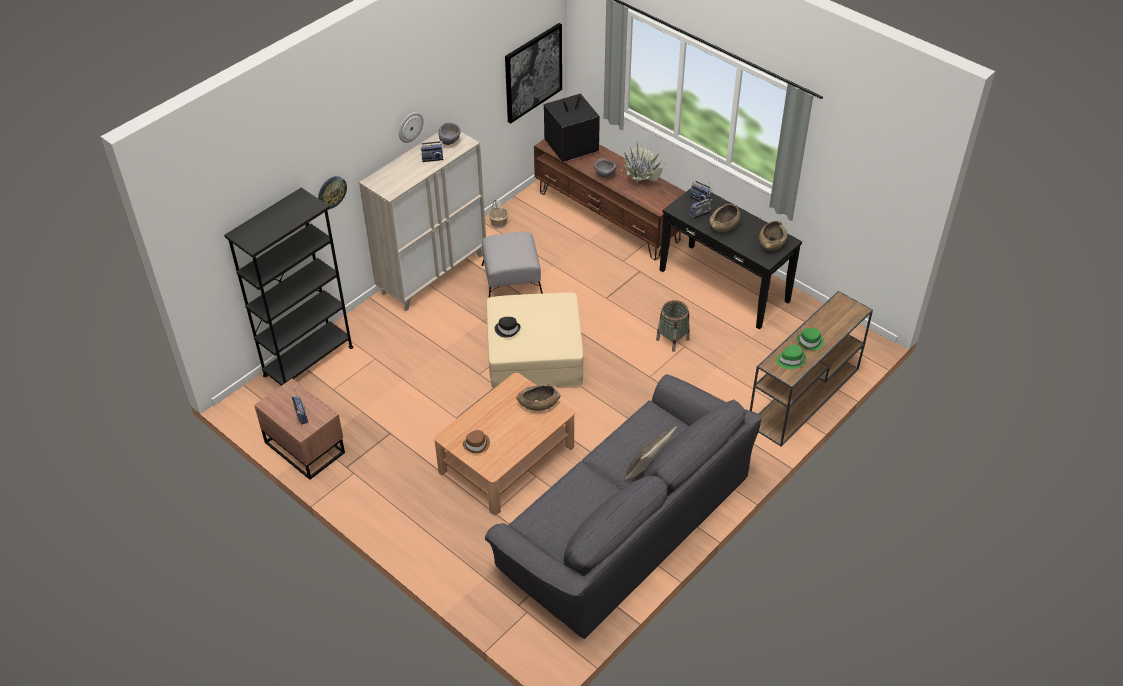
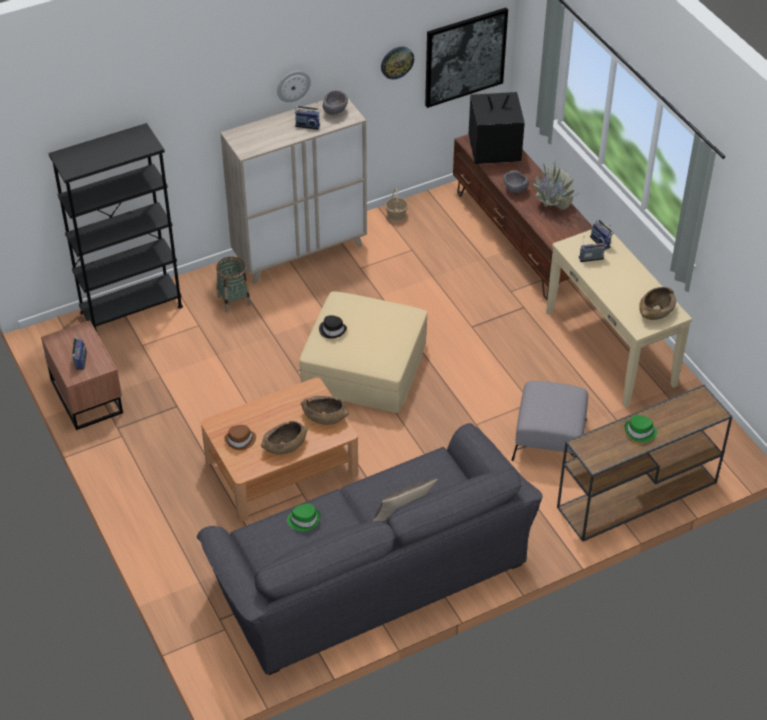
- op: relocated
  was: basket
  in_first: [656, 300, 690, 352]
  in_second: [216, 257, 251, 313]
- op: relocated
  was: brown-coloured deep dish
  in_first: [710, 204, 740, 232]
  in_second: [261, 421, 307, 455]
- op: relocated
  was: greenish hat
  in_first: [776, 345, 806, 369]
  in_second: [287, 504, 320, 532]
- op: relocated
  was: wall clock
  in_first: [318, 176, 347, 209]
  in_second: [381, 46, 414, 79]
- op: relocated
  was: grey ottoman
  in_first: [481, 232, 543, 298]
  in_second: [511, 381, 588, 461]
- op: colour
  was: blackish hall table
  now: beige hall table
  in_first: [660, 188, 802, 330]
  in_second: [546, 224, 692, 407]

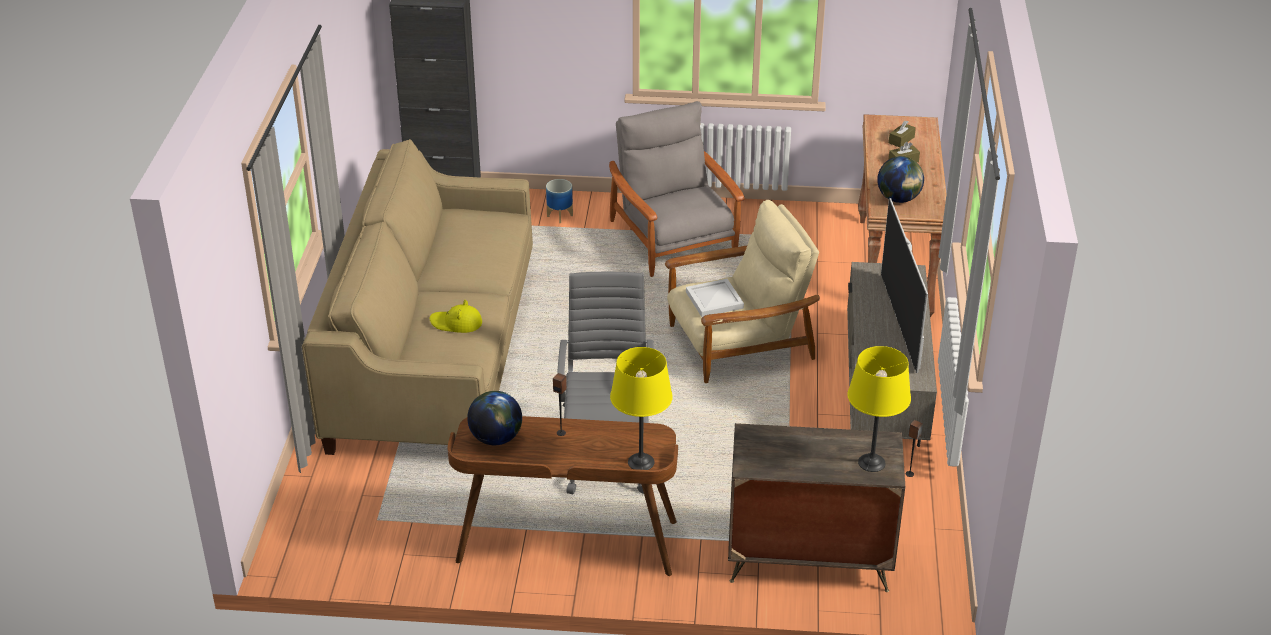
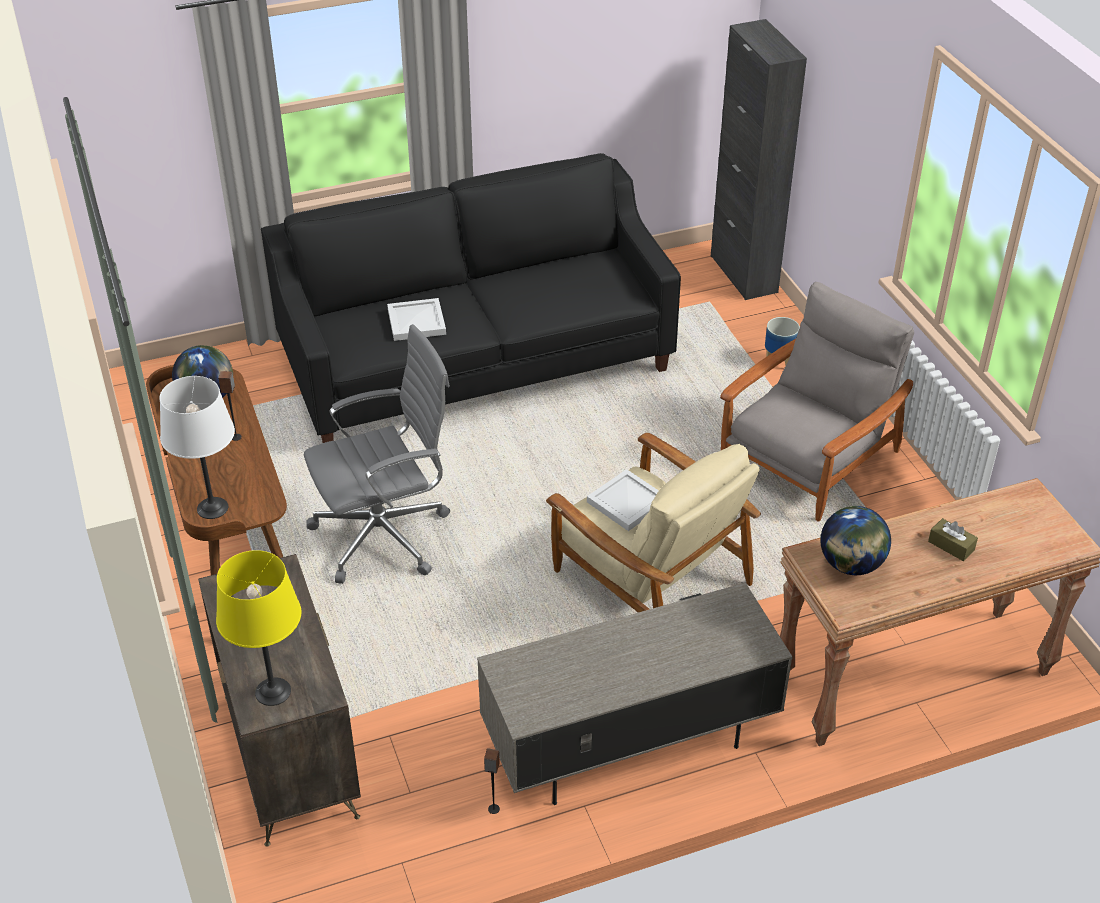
- op: colour
  was: yellow-coloured table lamp
  now: white table lamp
  in_first: [610, 347, 673, 470]
  in_second: [160, 376, 235, 519]
- op: colour
  was: beige settee
  now: blackish settee
  in_first: [302, 139, 533, 455]
  in_second: [261, 153, 681, 443]
- op: exchanged
  was: yellow-coloured hat
  now: white serving tray
  in_first: [430, 300, 482, 333]
  in_second: [387, 298, 446, 341]
- op: missing
  was: TV set
  in_first: [881, 198, 928, 373]
- op: missing
  was: brown-coloured tissue holder
  in_first: [889, 120, 916, 148]

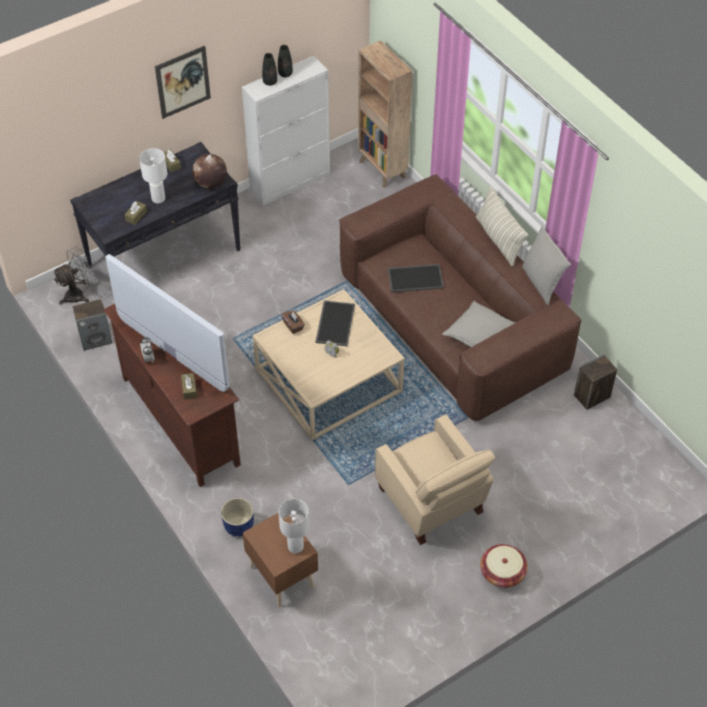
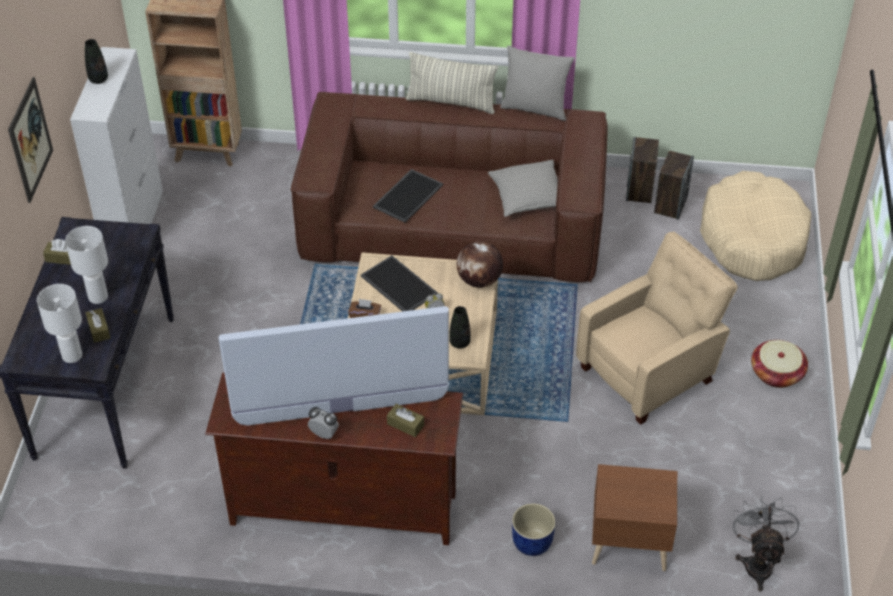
- op: relocated
  was: white table lamp
  in_first: [279, 499, 309, 553]
  in_second: [37, 284, 82, 363]
- op: relocated
  was: blackish flower vase
  in_first: [262, 53, 277, 86]
  in_second: [449, 306, 471, 349]
- op: relocated
  was: desk globe
  in_first: [192, 154, 227, 189]
  in_second: [457, 241, 503, 288]
- op: spun
  was: beige easy chair
  in_first: [375, 414, 496, 545]
  in_second: [576, 232, 738, 425]
  clockwise: -45
- op: relocated
  was: audio speaker
  in_first: [73, 299, 112, 351]
  in_second: [654, 151, 694, 220]
- op: appeared
  now: beige pet bed
  in_second: [700, 171, 811, 281]
- op: relocated
  was: grey fan
  in_first: [53, 247, 96, 305]
  in_second: [733, 496, 799, 592]

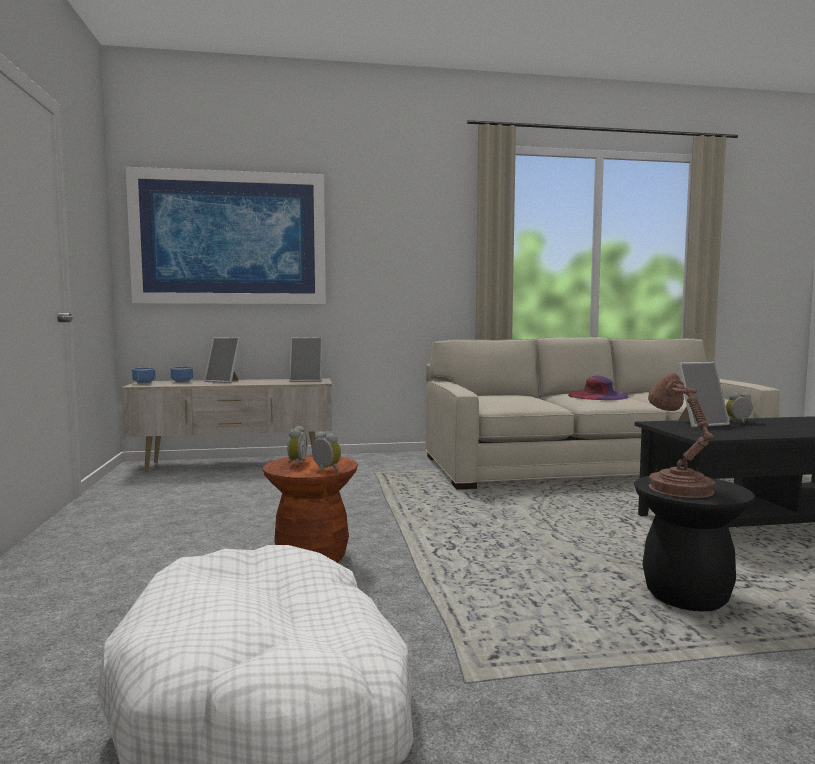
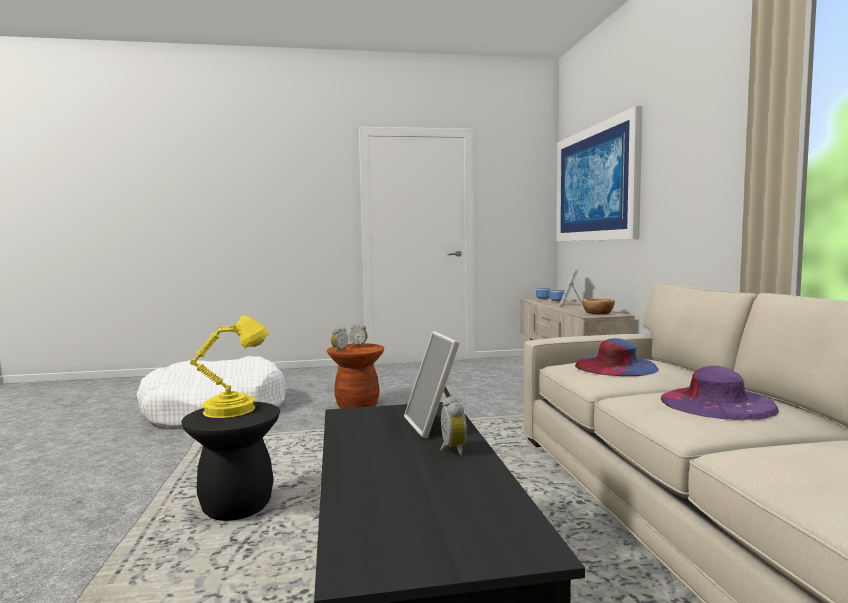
- op: colour
  was: brown-coloured table lamp
  now: yellow-coloured table lamp
  in_first: [648, 373, 715, 498]
  in_second: [190, 316, 269, 418]
- op: appeared
  now: bluish hat
  in_second: [575, 338, 659, 376]
- op: exchanged
  was: picture frame
  now: deep dish
  in_first: [289, 337, 322, 382]
  in_second: [582, 298, 615, 314]

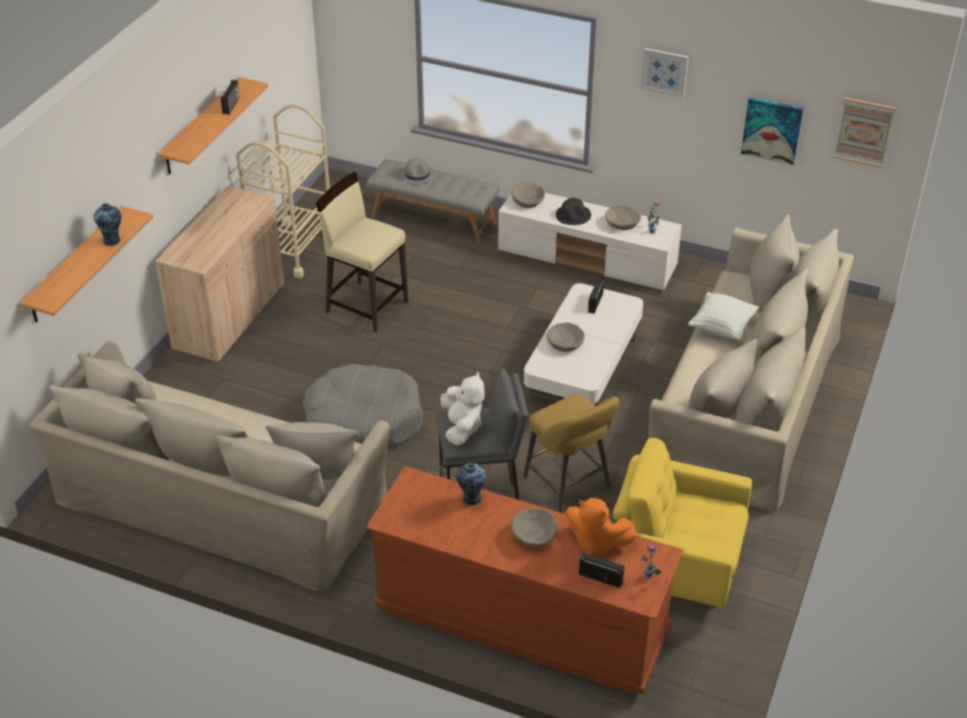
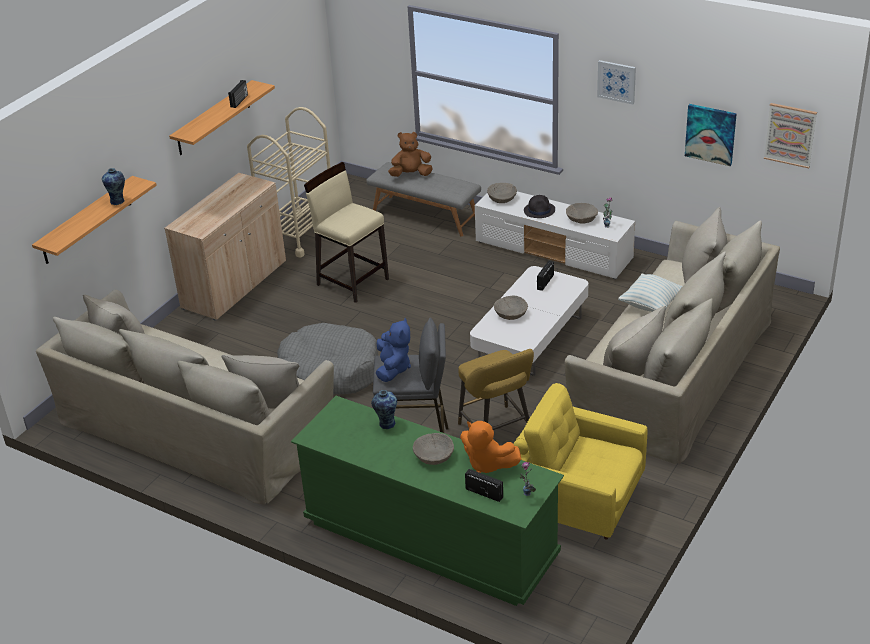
- op: colour
  was: brown-coloured chest of drawers
  now: greenish chest of drawers
  in_first: [366, 466, 684, 694]
  in_second: [291, 396, 564, 606]
- op: colour
  was: white plush toy
  now: bluish plush toy
  in_first: [440, 371, 484, 446]
  in_second: [376, 318, 411, 382]
- op: exchanged
  was: grey hat
  now: brown-coloured plush toy
  in_first: [400, 158, 435, 184]
  in_second: [388, 132, 433, 177]

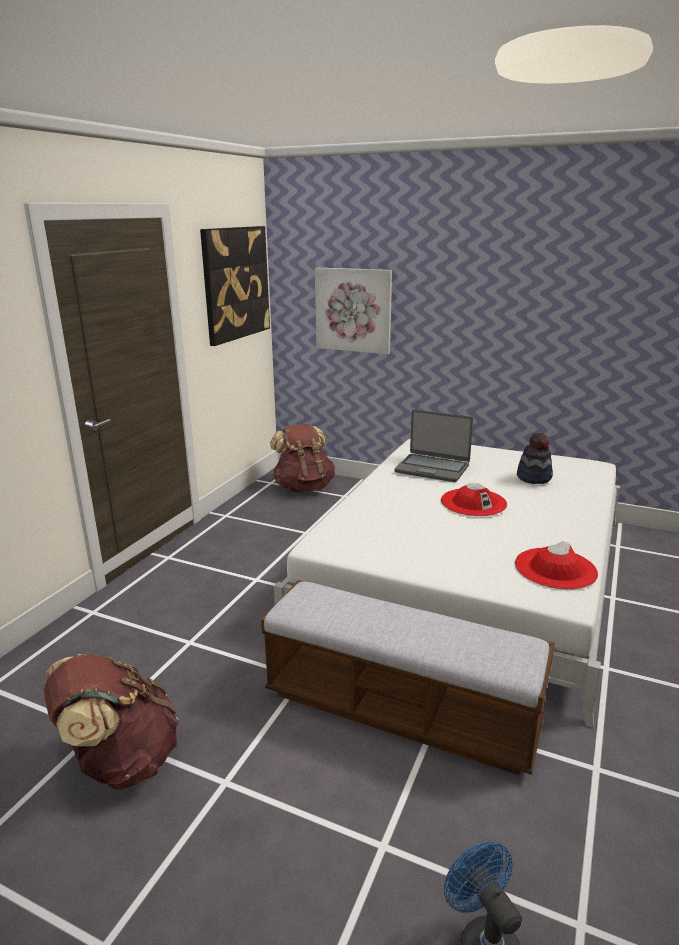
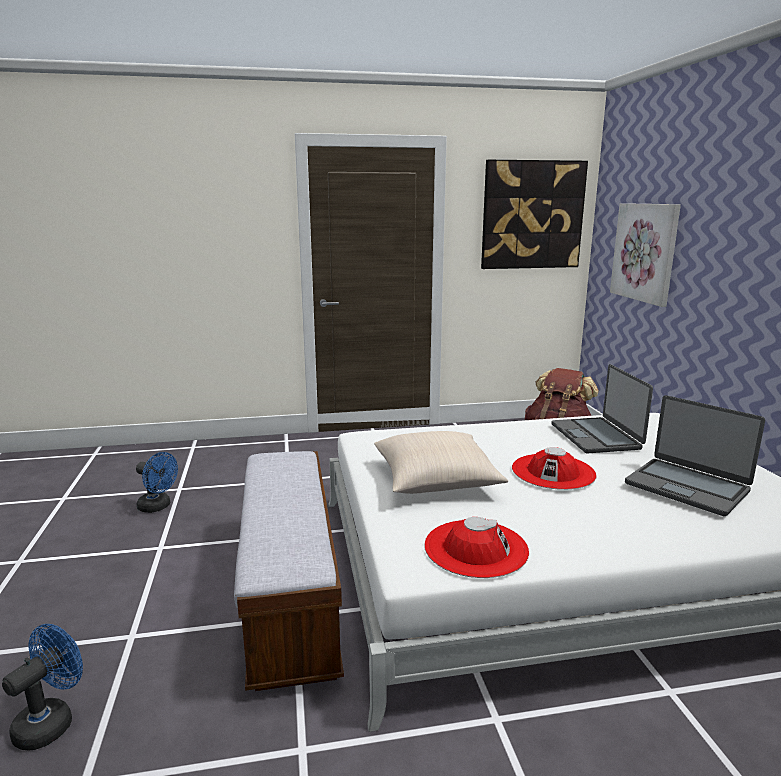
- op: exchanged
  was: brown-coloured rucksack
  now: bluish fan
  in_first: [44, 654, 179, 790]
  in_second: [136, 452, 178, 513]
- op: appeared
  now: beige pillow
  in_second: [374, 431, 508, 494]
- op: exchanged
  was: hat
  now: portable computer
  in_first: [517, 432, 553, 484]
  in_second: [625, 395, 765, 516]

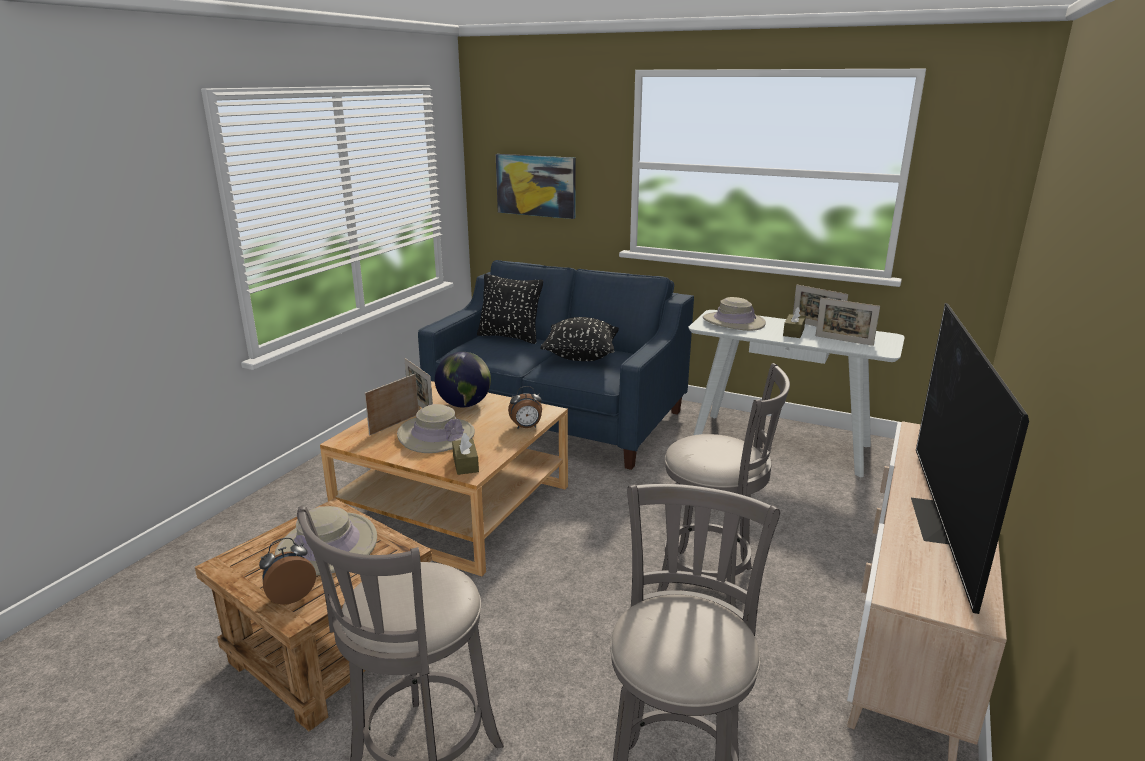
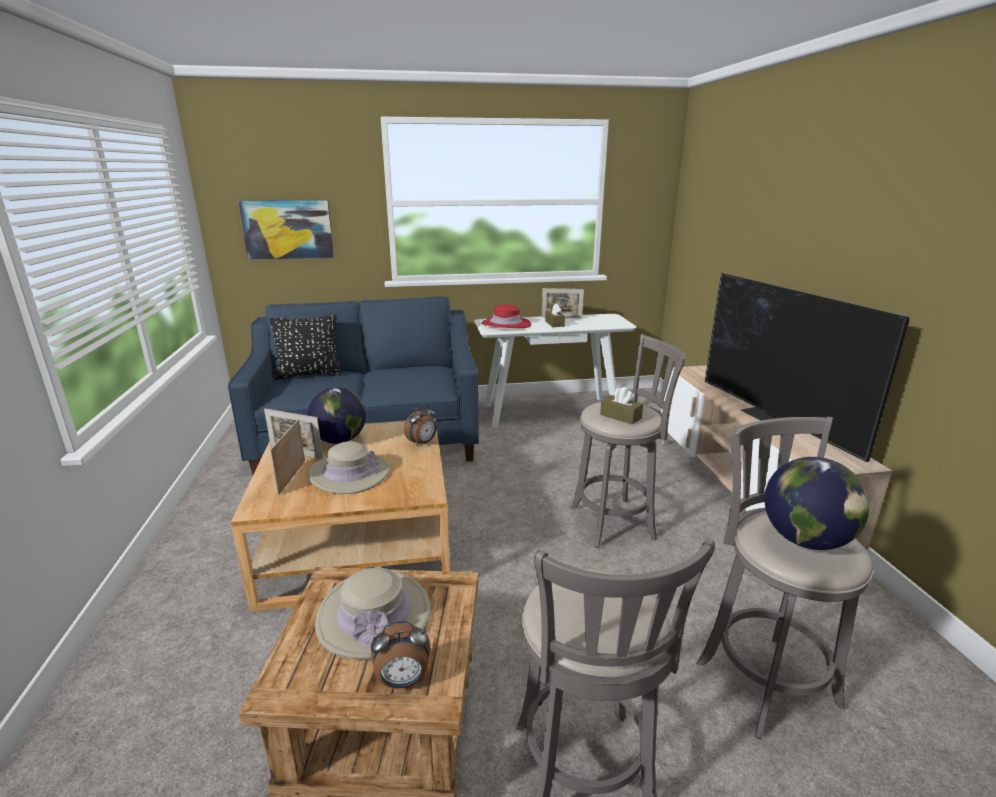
- op: spun
  was: alarm clock
  in_first: [259, 537, 316, 605]
  in_second: [371, 621, 431, 689]
  clockwise: -120
- op: colour
  was: beige hat
  now: red hat
  in_first: [703, 297, 766, 331]
  in_second: [481, 304, 531, 328]
- op: relocated
  was: brown-coloured tissue holder
  in_first: [452, 433, 479, 475]
  in_second: [600, 387, 643, 424]
- op: appeared
  now: desk globe
  in_second: [764, 457, 870, 550]
- op: missing
  was: blackish pillow
  in_first: [540, 317, 619, 361]
- op: missing
  was: picture frame
  in_first: [815, 298, 880, 346]

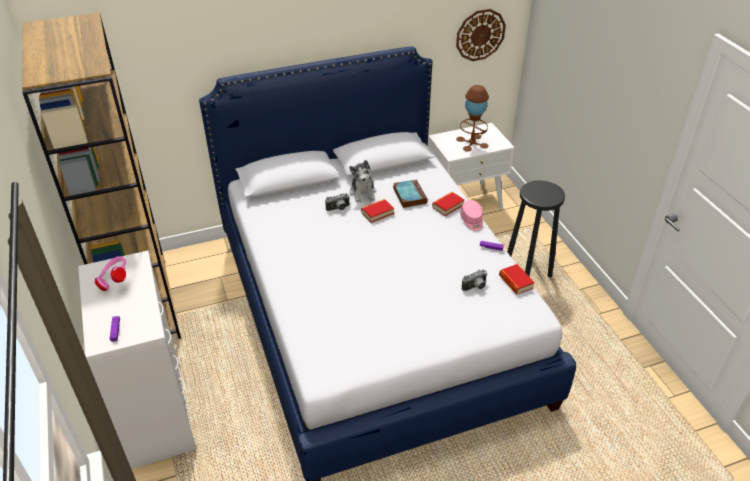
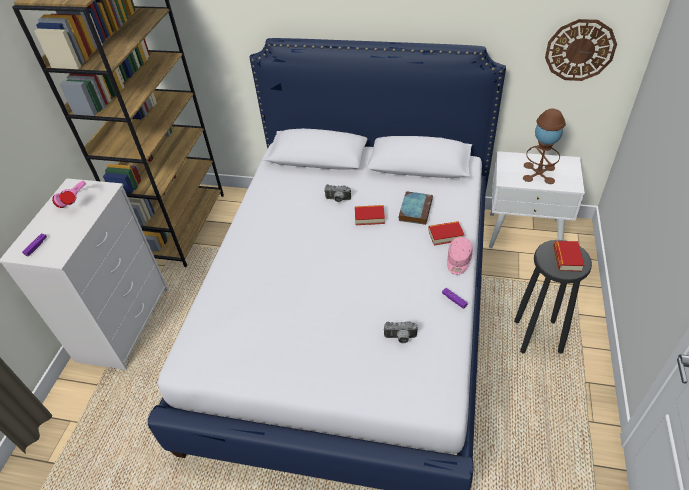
- op: relocated
  was: book
  in_first: [499, 264, 535, 294]
  in_second: [553, 241, 584, 271]
- op: missing
  was: plush toy
  in_first: [349, 160, 376, 203]

